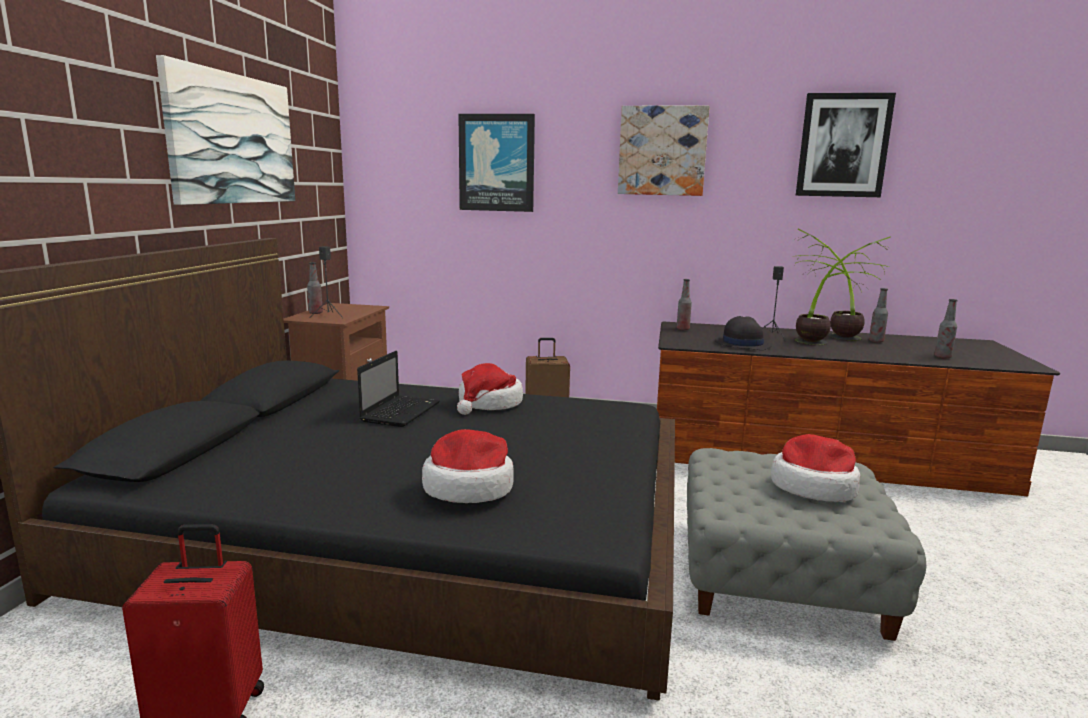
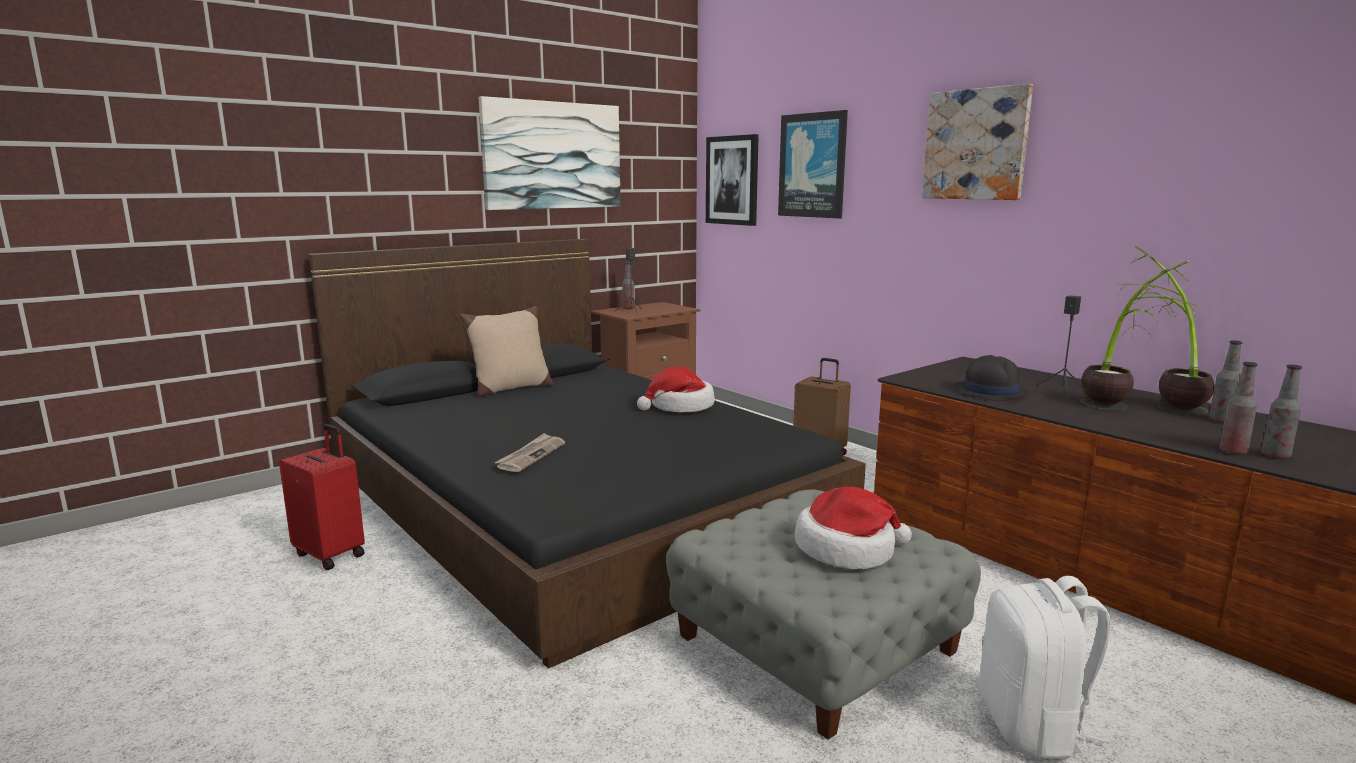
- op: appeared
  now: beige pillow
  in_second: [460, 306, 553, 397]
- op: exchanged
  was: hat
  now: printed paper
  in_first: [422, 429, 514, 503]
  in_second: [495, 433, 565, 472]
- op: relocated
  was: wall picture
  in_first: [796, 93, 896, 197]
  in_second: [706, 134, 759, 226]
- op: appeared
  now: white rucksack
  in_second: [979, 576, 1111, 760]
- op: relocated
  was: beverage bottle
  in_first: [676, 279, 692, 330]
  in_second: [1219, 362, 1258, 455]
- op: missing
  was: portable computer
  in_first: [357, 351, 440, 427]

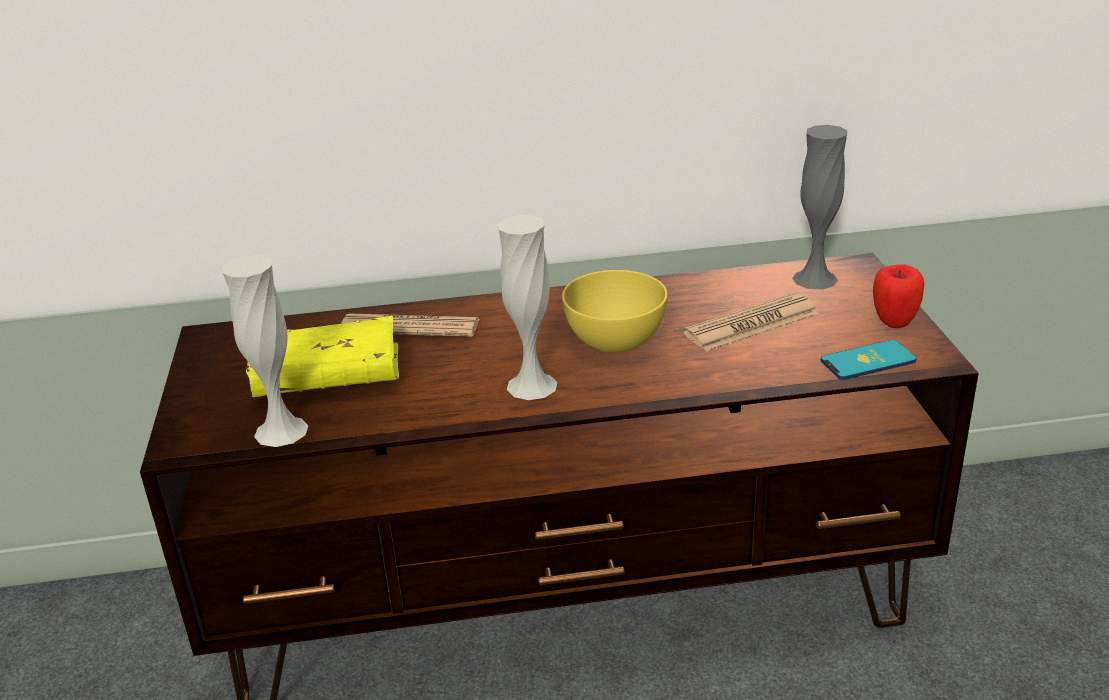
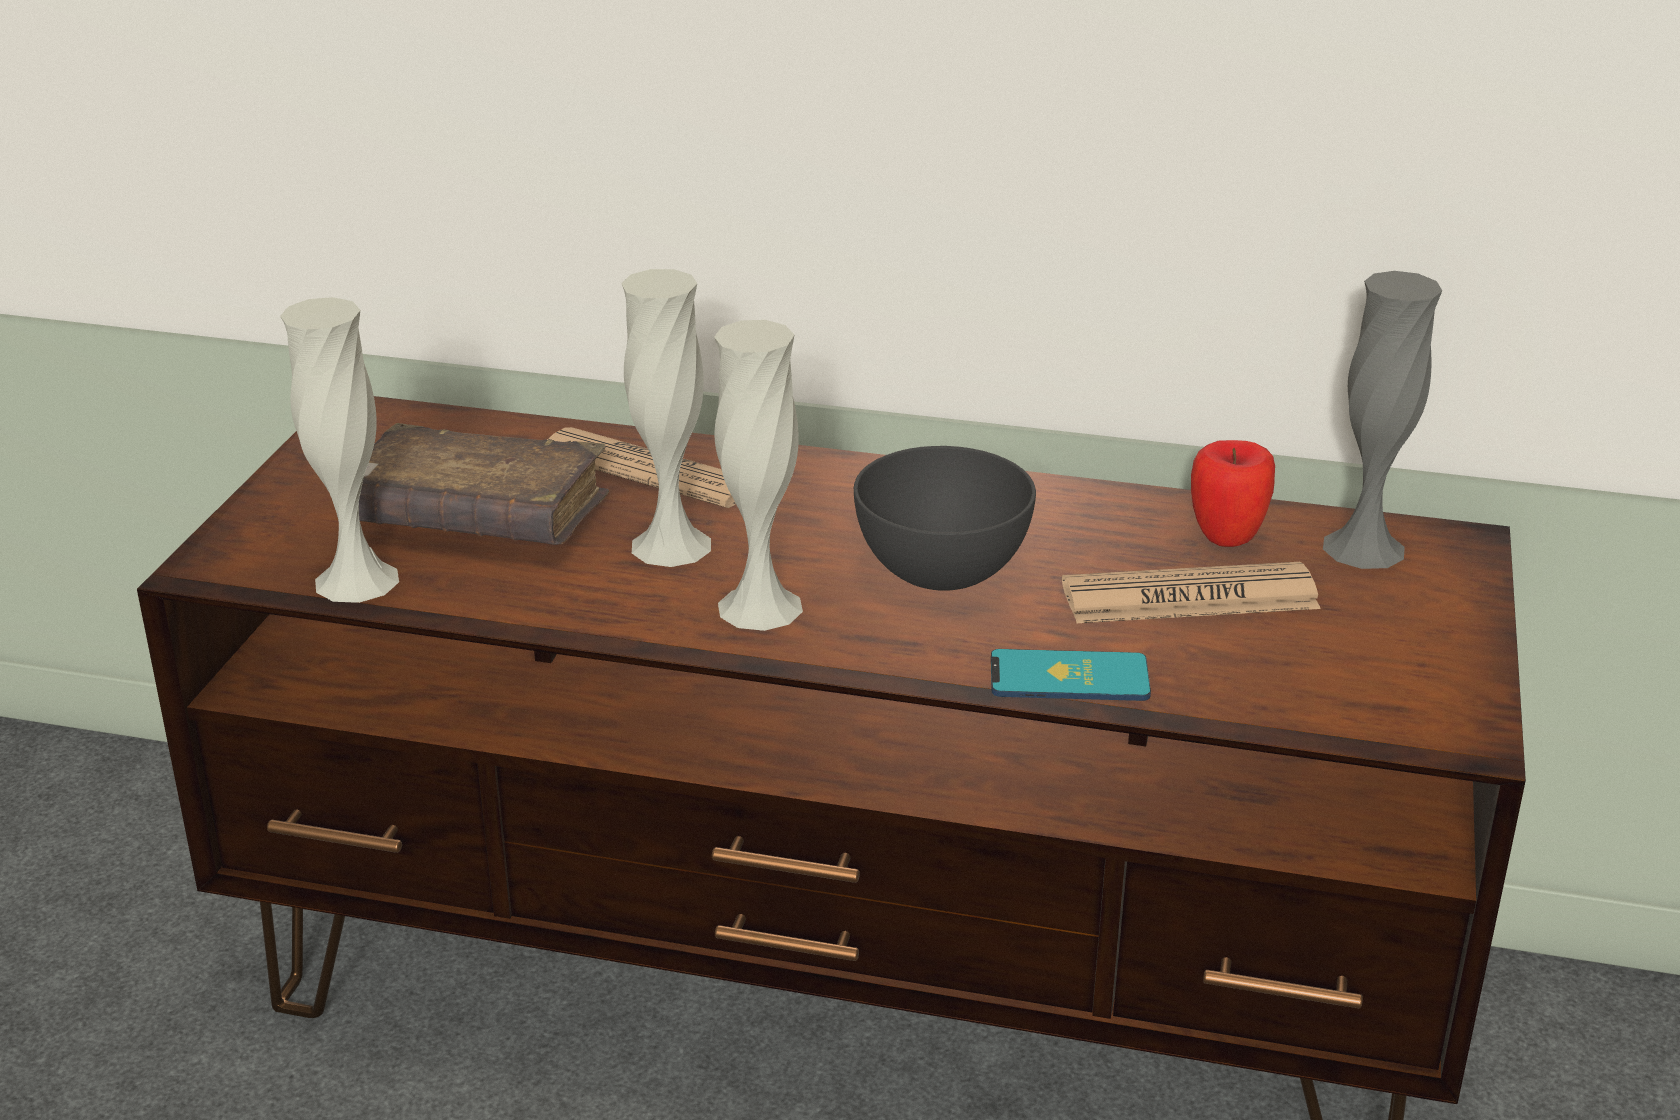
- op: colour
  was: yellow-coloured book
  now: brown-coloured book
  in_first: [246, 316, 399, 397]
  in_second: [359, 423, 609, 545]
- op: appeared
  now: white flower vase
  in_second: [621, 269, 711, 567]
- op: colour
  was: yellow-coloured deep dish
  now: grey deep dish
  in_first: [562, 270, 668, 353]
  in_second: [854, 446, 1036, 591]
- op: relocated
  was: handset
  in_first: [821, 340, 917, 380]
  in_second: [991, 649, 1151, 701]
- op: relocated
  was: apple
  in_first: [873, 264, 924, 328]
  in_second: [1191, 440, 1275, 547]

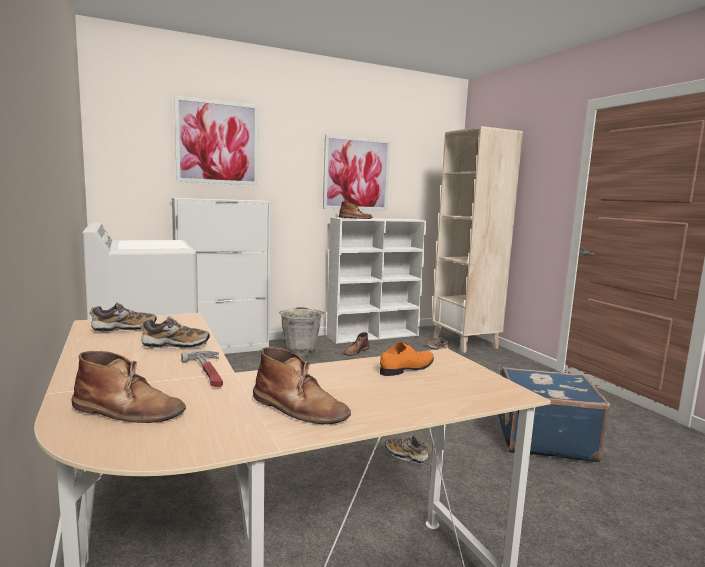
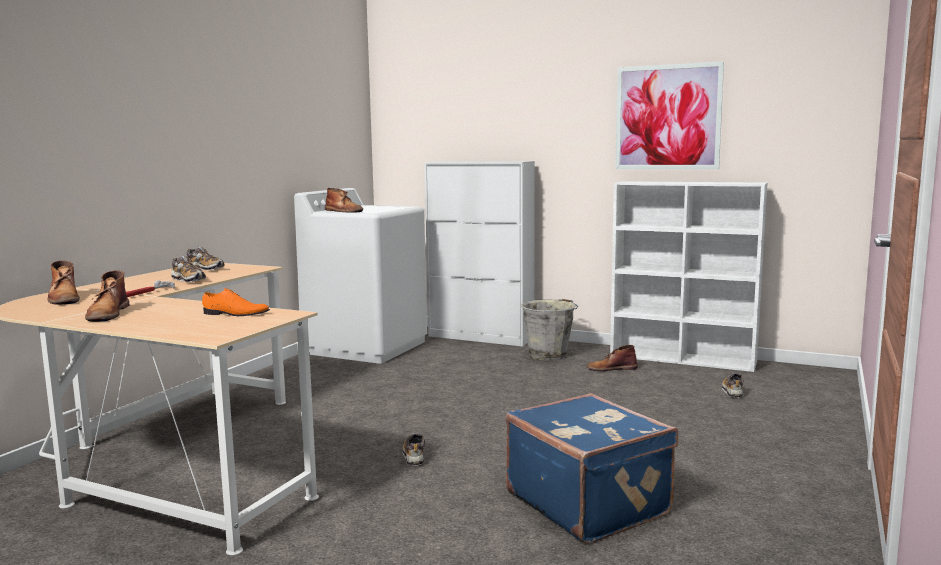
- op: relocated
  was: brown-coloured boot
  in_first: [339, 201, 373, 219]
  in_second: [325, 188, 363, 213]
- op: missing
  was: wall picture
  in_first: [174, 96, 258, 185]
- op: missing
  was: beige shelving unit
  in_first: [432, 126, 523, 353]

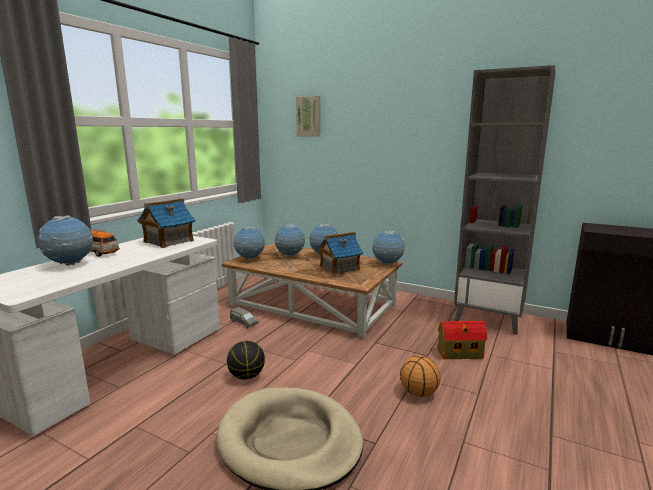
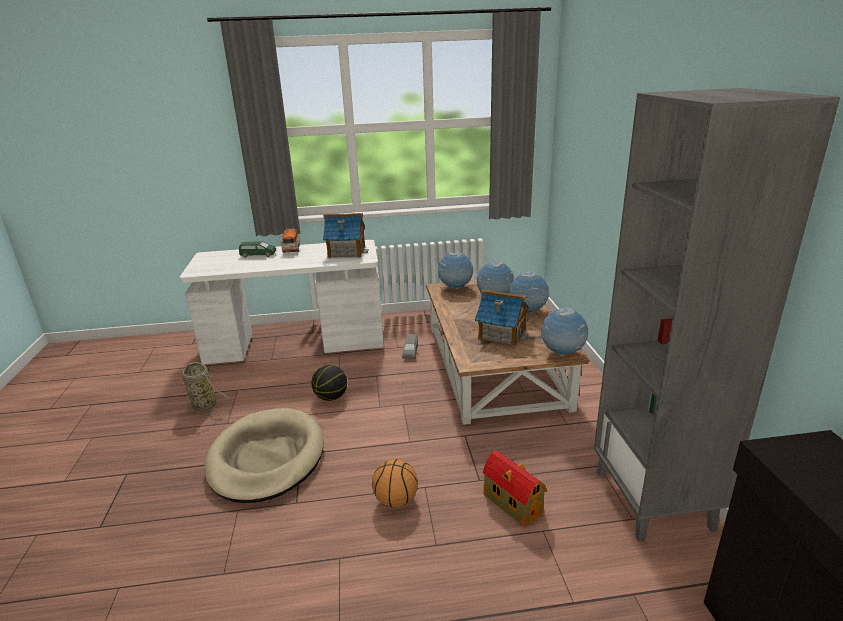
- op: appeared
  now: basket
  in_second: [179, 362, 232, 416]
- op: exchanged
  was: desk globe
  now: greenish miniature car
  in_first: [38, 215, 93, 266]
  in_second: [239, 241, 276, 258]
- op: missing
  was: wall picture
  in_first: [296, 96, 320, 137]

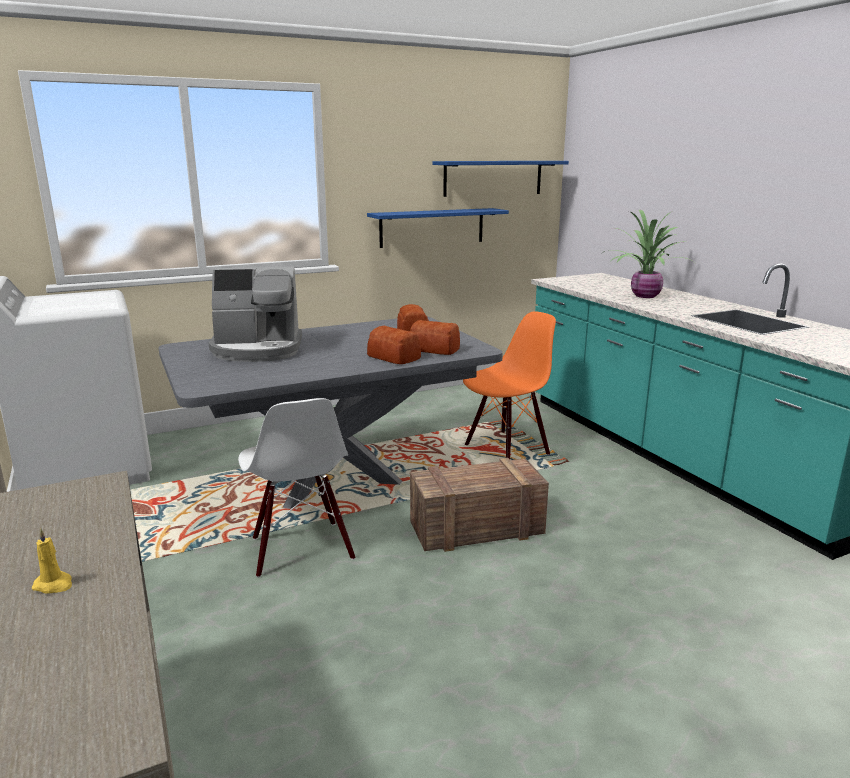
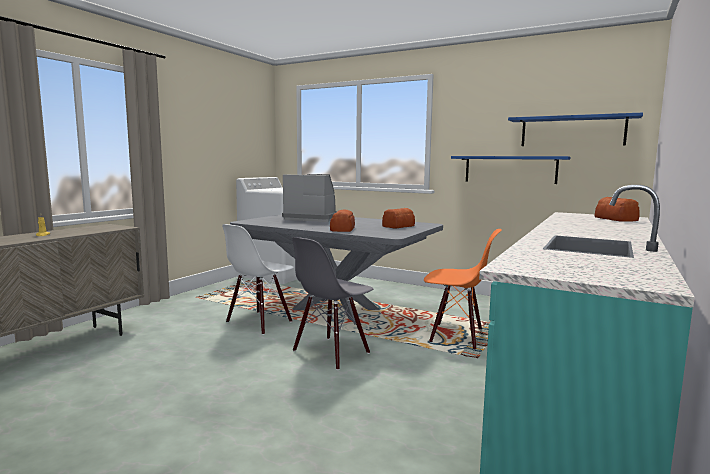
- op: spun
  was: coffee brewer
  in_first: [209, 267, 302, 362]
  in_second: [282, 174, 337, 222]
  clockwise: 150
- op: exchanged
  was: shipping crate
  now: grey chair
  in_first: [410, 458, 549, 552]
  in_second: [292, 237, 373, 370]
- op: relocated
  was: bread
  in_first: [410, 320, 460, 355]
  in_second: [594, 197, 640, 222]
- op: missing
  was: potted plant
  in_first: [604, 209, 694, 298]

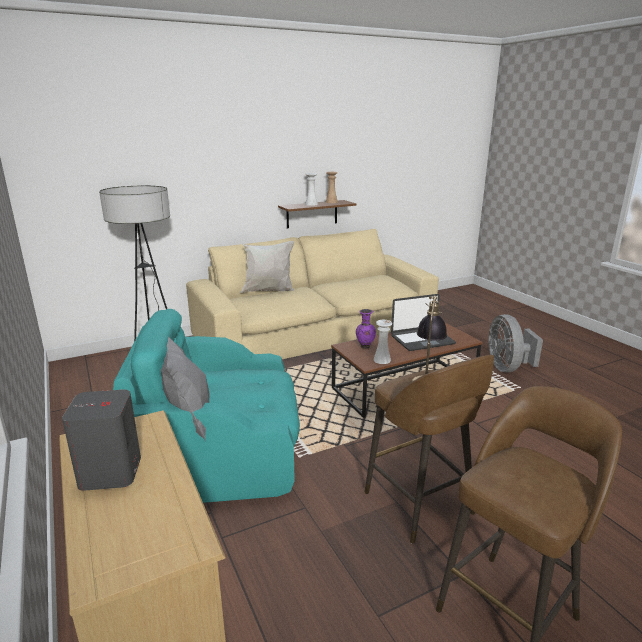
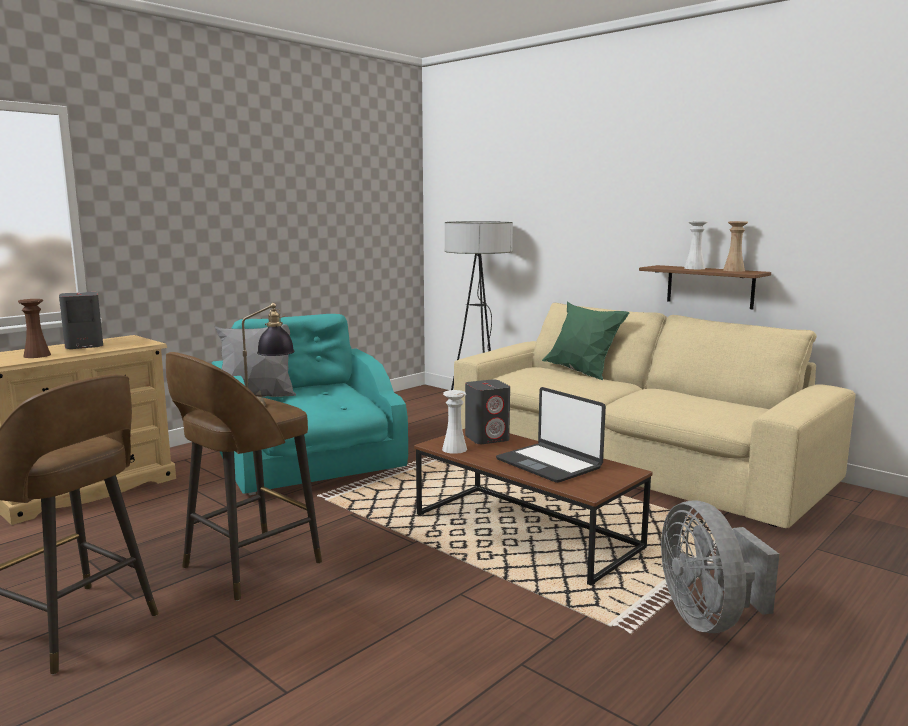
- op: appeared
  now: brown-coloured flower vase
  in_second: [18, 299, 51, 358]
- op: exchanged
  was: purple-coloured flower vase
  now: grey audio speaker
  in_first: [356, 309, 376, 349]
  in_second: [465, 380, 510, 444]
- op: colour
  was: white pillow
  now: greenish pillow
  in_first: [241, 241, 294, 293]
  in_second: [542, 302, 629, 380]
- op: spun
  was: grey fan
  in_first: [488, 314, 543, 373]
  in_second: [661, 500, 779, 633]
  clockwise: -75

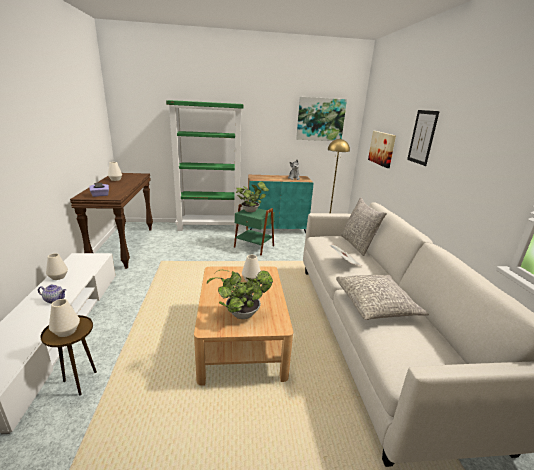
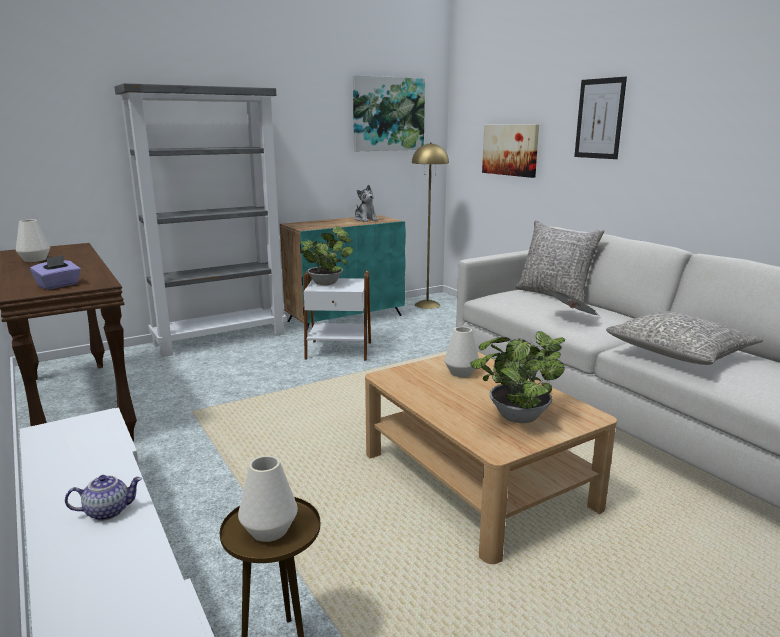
- op: colour
  was: greenish shelving unit
  now: grey shelving unit
  in_first: [166, 100, 244, 232]
  in_second: [114, 83, 287, 357]
- op: colour
  was: greenish accent table
  now: white accent table
  in_first: [234, 204, 275, 256]
  in_second: [304, 270, 371, 361]
- op: missing
  was: white flower vase
  in_first: [46, 253, 68, 280]

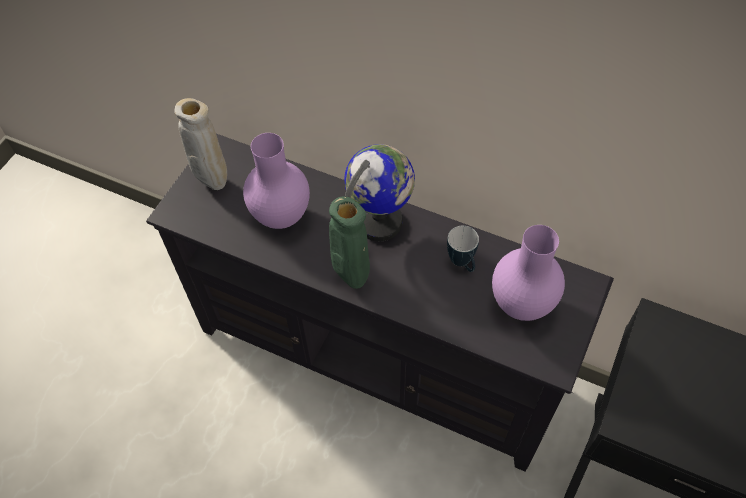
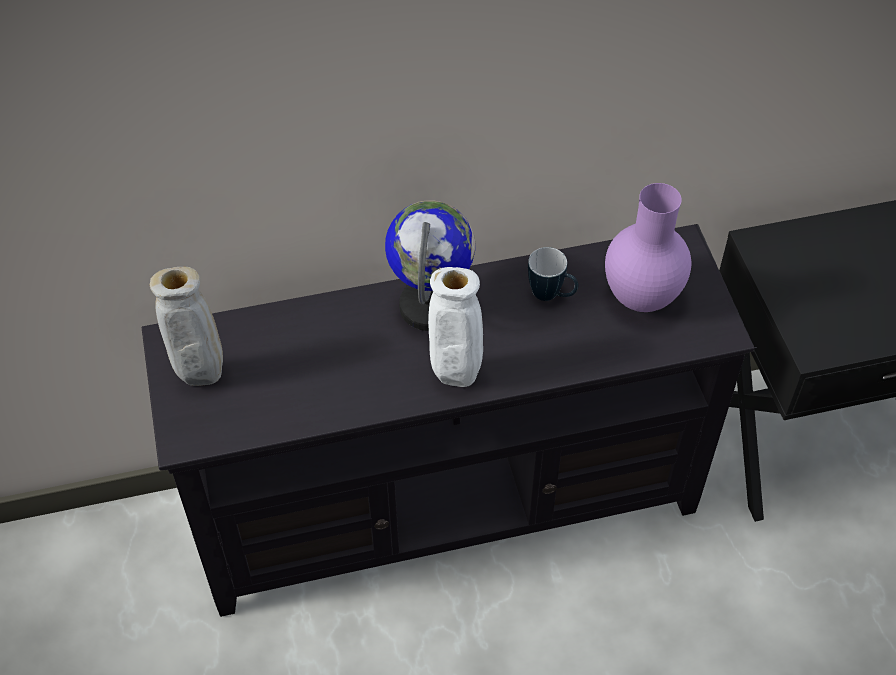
- op: colour
  was: greenish flower vase
  now: white flower vase
  in_first: [329, 197, 370, 289]
  in_second: [428, 267, 483, 387]
- op: missing
  was: purple-coloured flower vase
  in_first: [243, 133, 310, 229]

